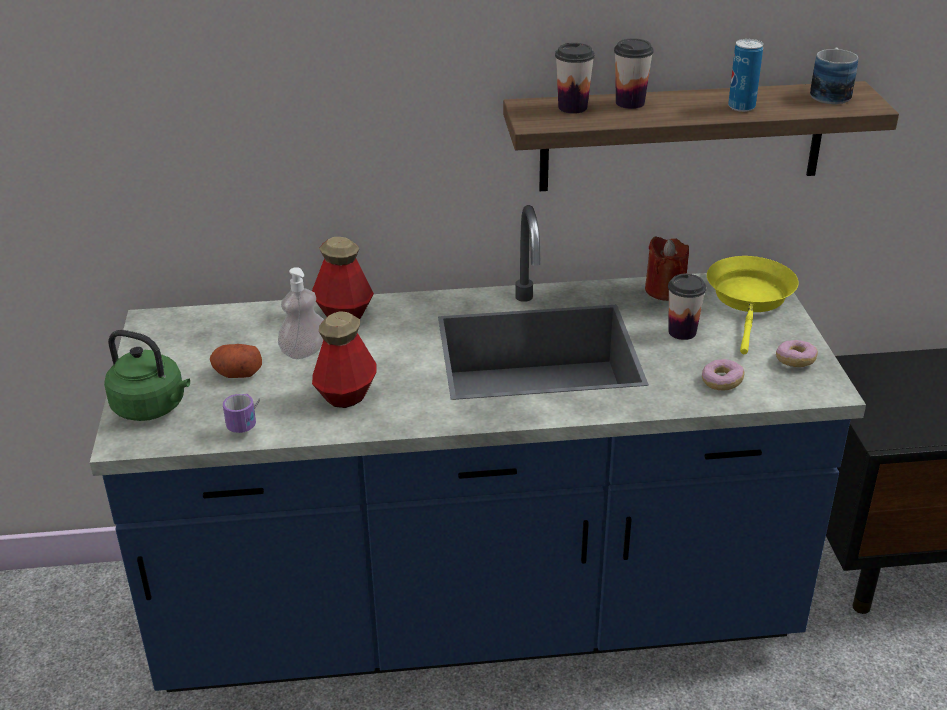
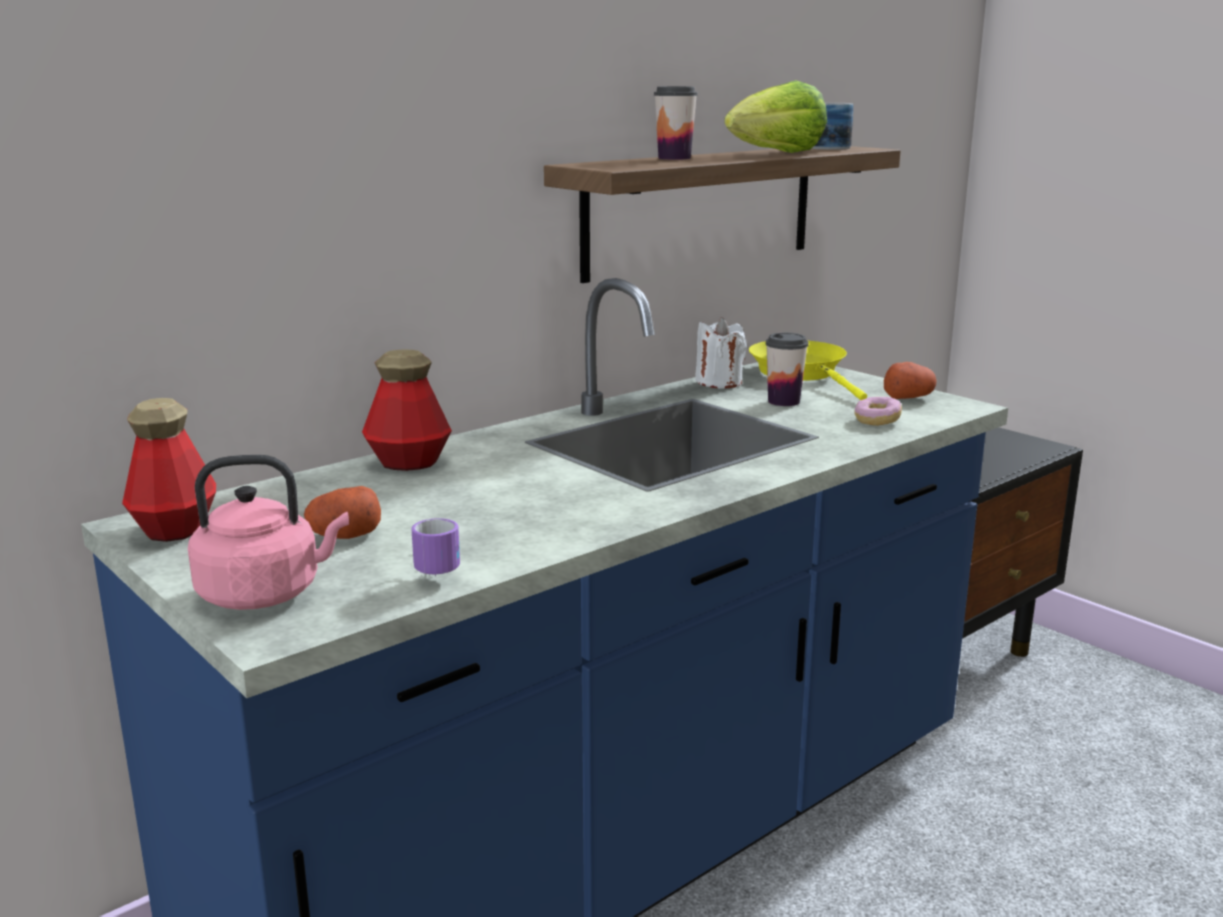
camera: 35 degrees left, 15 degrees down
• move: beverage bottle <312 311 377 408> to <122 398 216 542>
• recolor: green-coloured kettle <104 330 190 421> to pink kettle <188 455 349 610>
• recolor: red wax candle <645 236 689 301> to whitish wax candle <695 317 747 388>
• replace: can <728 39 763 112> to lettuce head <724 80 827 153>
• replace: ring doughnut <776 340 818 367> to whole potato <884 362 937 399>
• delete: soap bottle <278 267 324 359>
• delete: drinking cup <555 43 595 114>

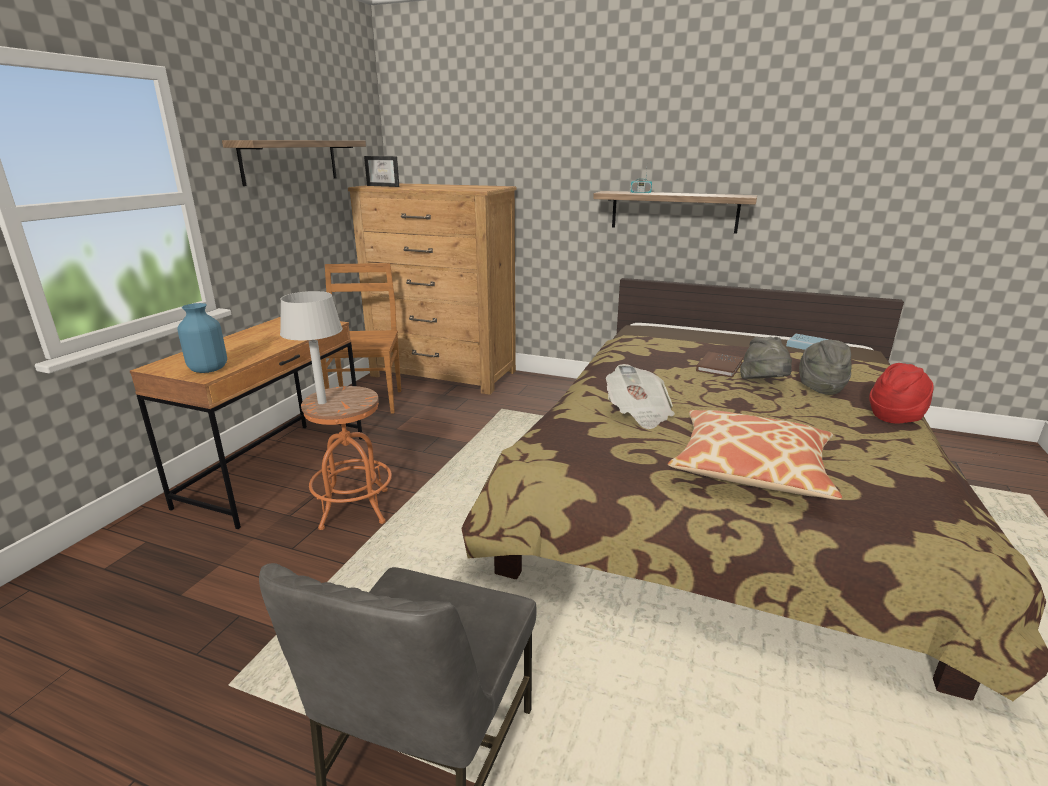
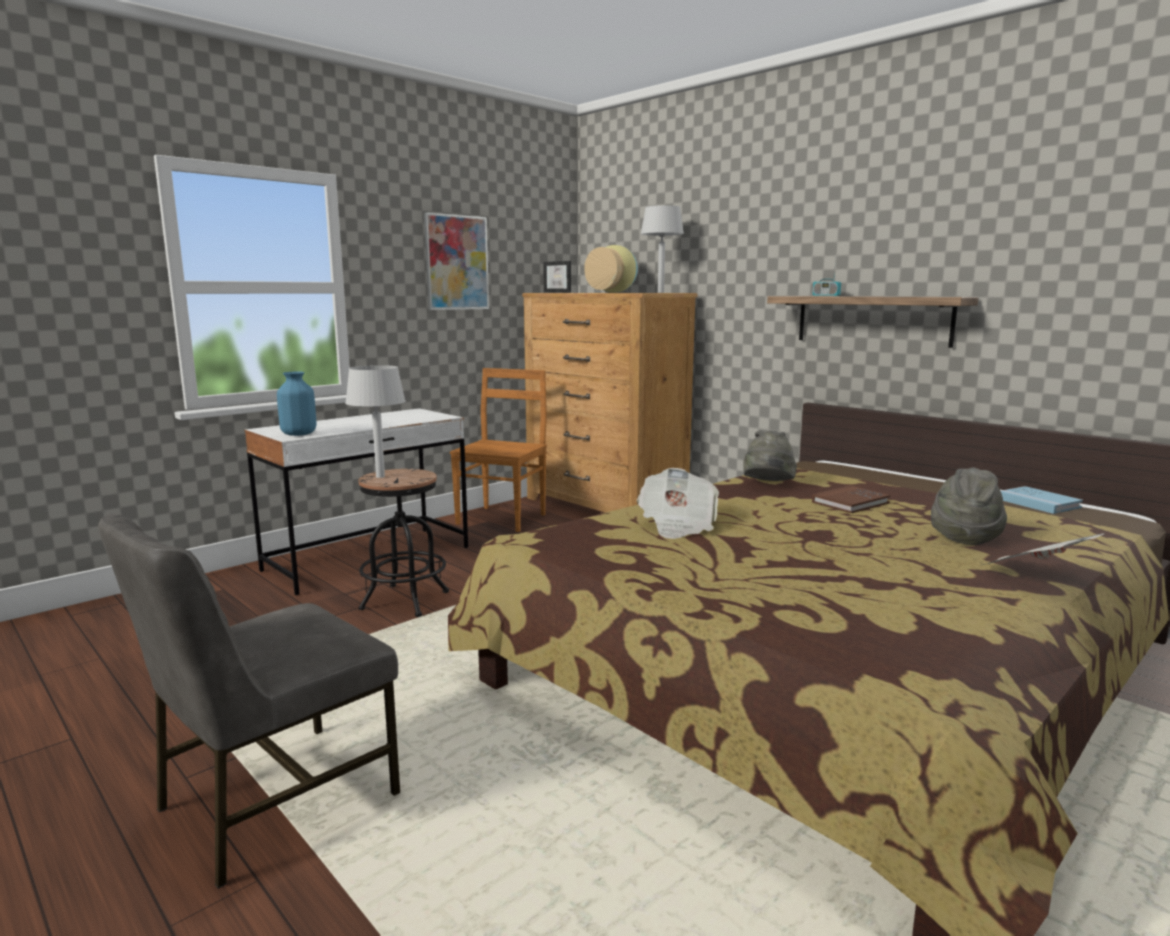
camera: 25 degrees right, 10 degrees down
• recolor: brownish desk <130 317 363 529> to whitish desk <245 408 468 595>
• recolor: orange stool <301 386 392 530> to black stool <358 469 449 617>
• replace: shelf <222 140 366 186> to picture <424 212 489 310>
• insert: flower vase <584 245 638 293>
• insert: grey tabletop lamp <641 205 684 293>
• move: grey hat <740 337 792 379> to <743 431 797 481>
• replace: red hat <869 363 934 424> to newspaper <982 534 1105 565>
• delete: pillow <668 410 842 500>

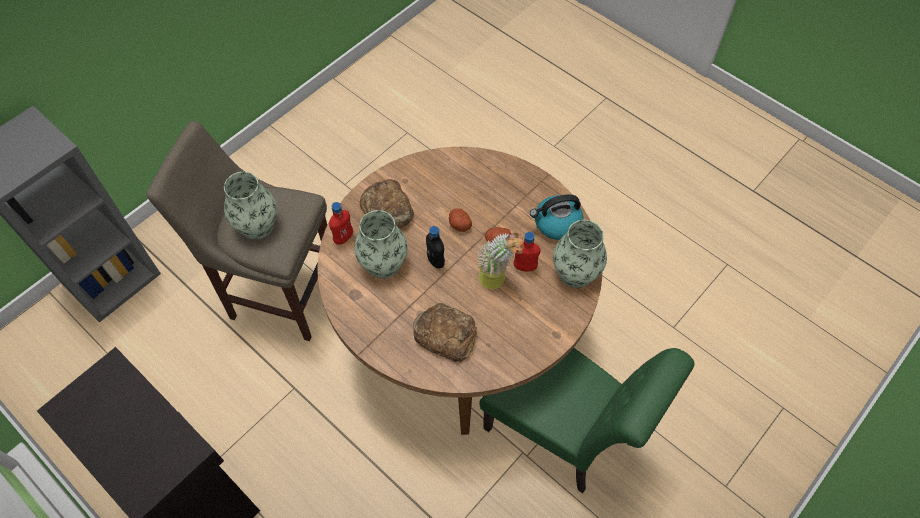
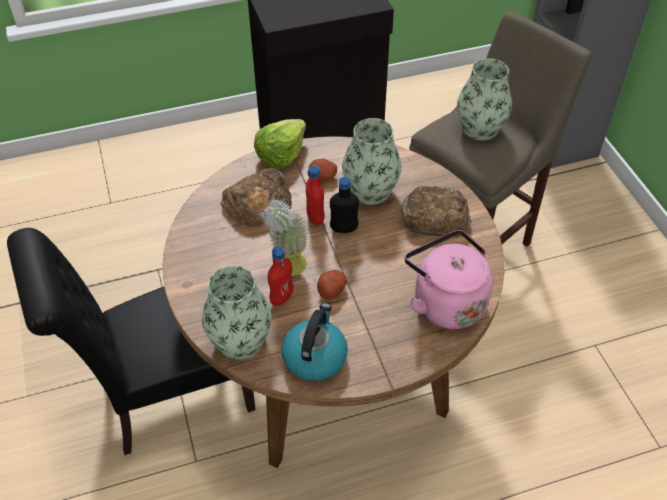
camera: 120 degrees right, 10 degrees down
• recolor: green-coloured plain chair <479 348 694 494> to black plain chair <7 228 255 455>
• insert: lettuce head <254 119 306 168>
• move: red beverage bottle <329 202 353 245> to <306 166 325 225>
• move: whole potato <449 208 472 232> to <308 159 337 181>
• insert: pink kettle <405 230 493 329>

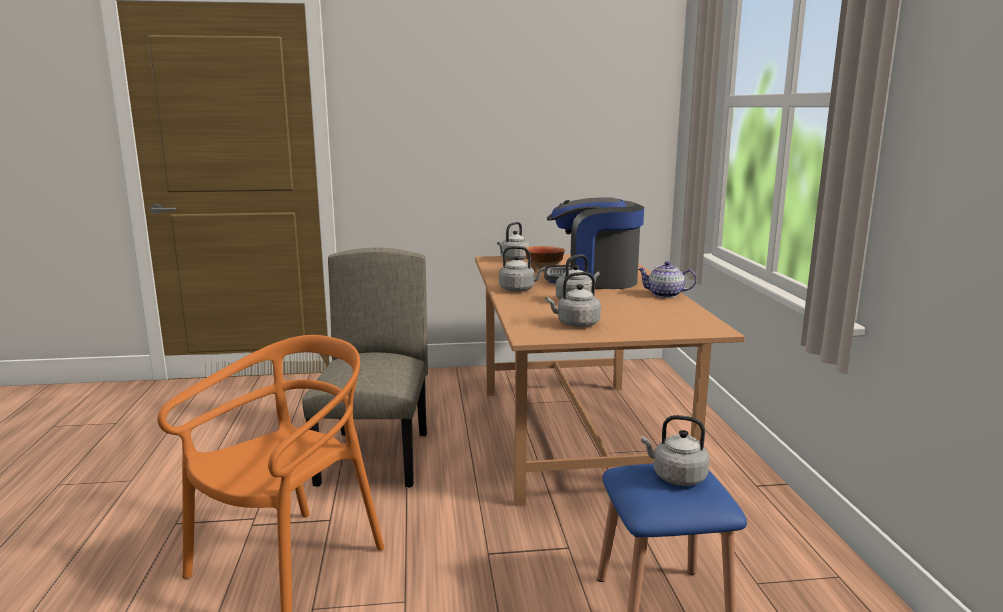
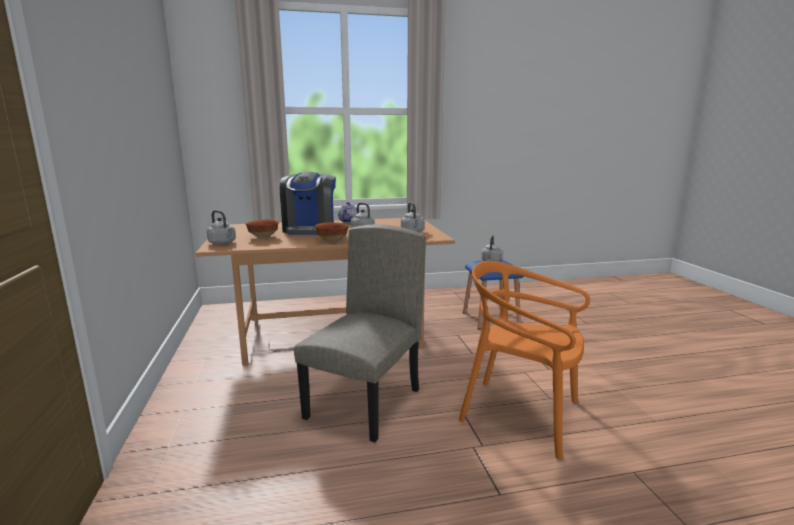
camera: 95 degrees left, 0 degrees up
• rotate: beige-coloured plain chair <302 247 428 488> = <294 224 426 442> 120 degrees clockwise
• replace: grey kettle <499 246 545 292> to serving bowl <315 222 349 242>

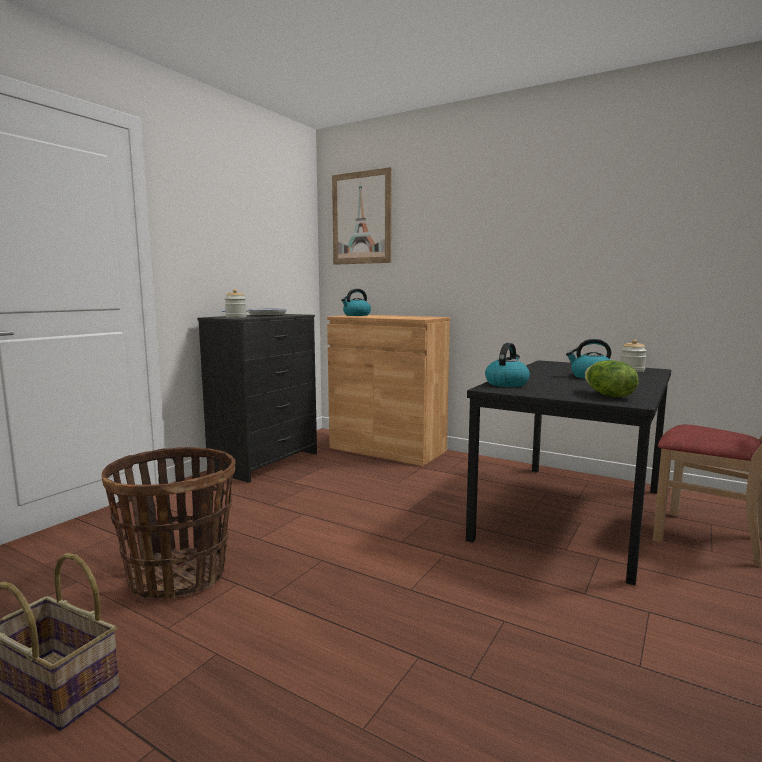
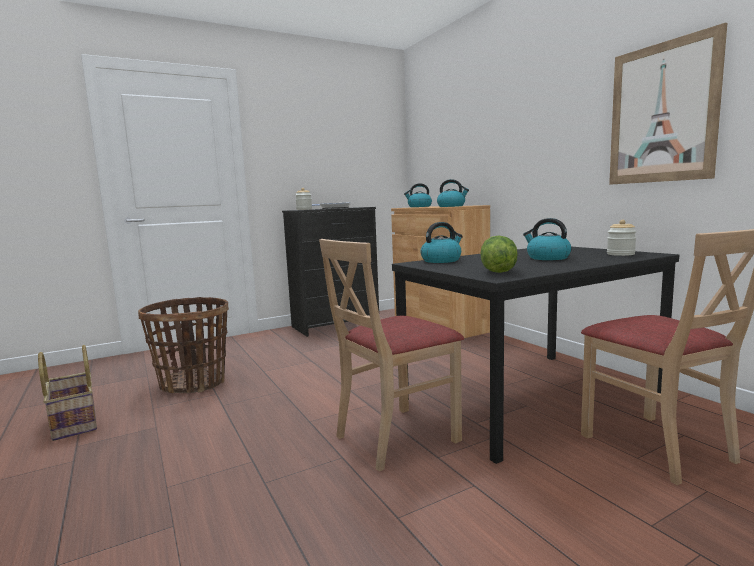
camera: 30 degrees right, 0 degrees up
• insert: beige-coloured plain chair <319 239 464 471>
• insert: kettle <437 179 469 207>
• move: picture <332 167 392 265> to <609 23 727 185>

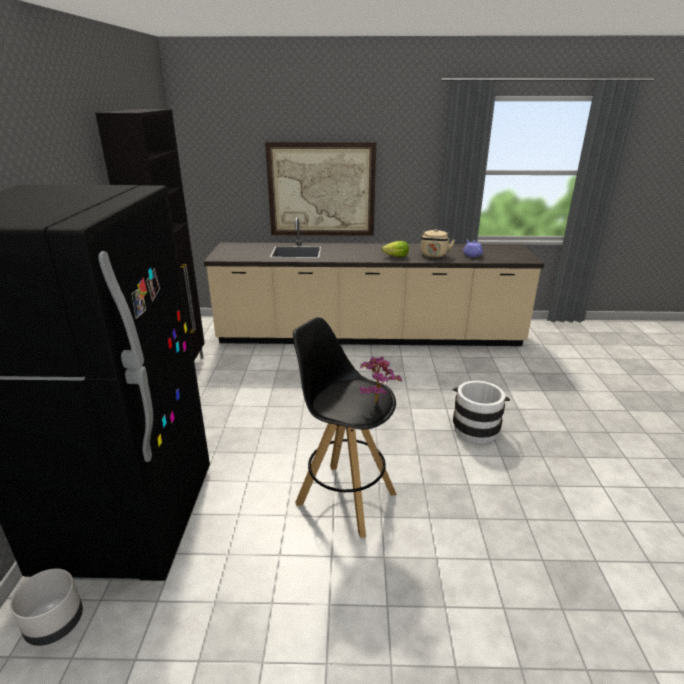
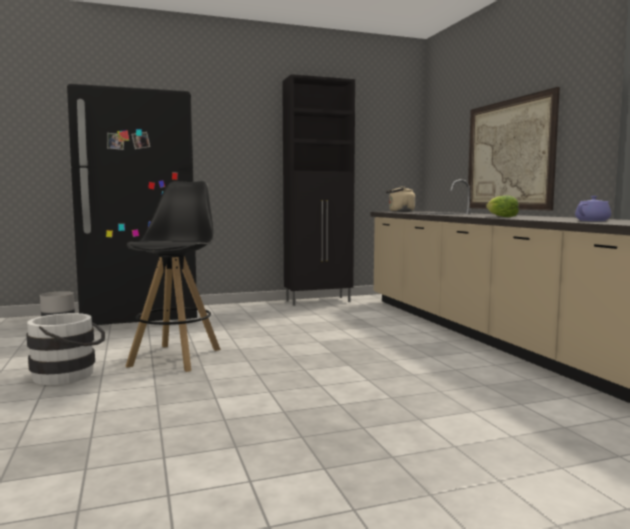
camera: 70 degrees right, 20 degrees down
• move: whitish water bucket <453 381 510 444> to <27 313 105 385>
• move: beige-coloured kettle <421 229 455 258> to <386 186 415 212>
• delete: plant in a pot <359 356 402 402>

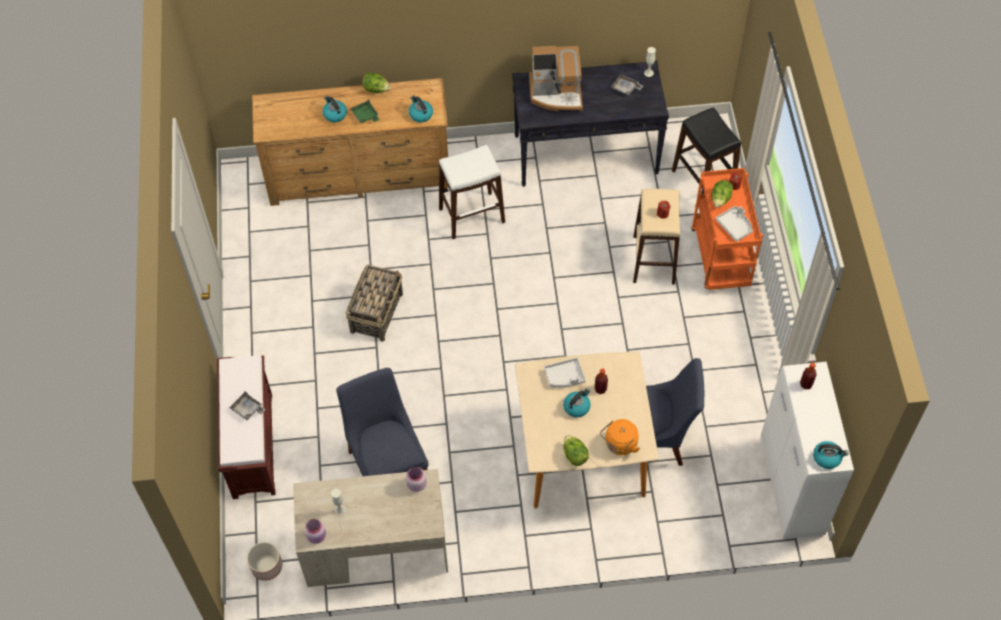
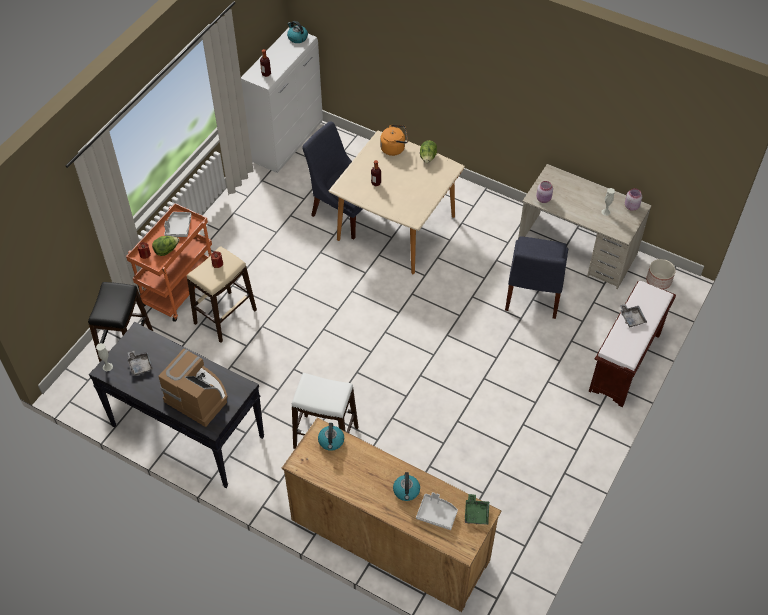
camera: 145 degrees left, 5 degrees down
• move: grey carrying tray <544 358 586 388> to <416 492 458 530>
• move: green-coloured carrying tray <350 99 380 123> to <465 494 489 525>
• delete: storage basket <346 264 403 342>
• delete: lettuce head <362 72 391 93>
• delete: kettle <563 388 591 417>

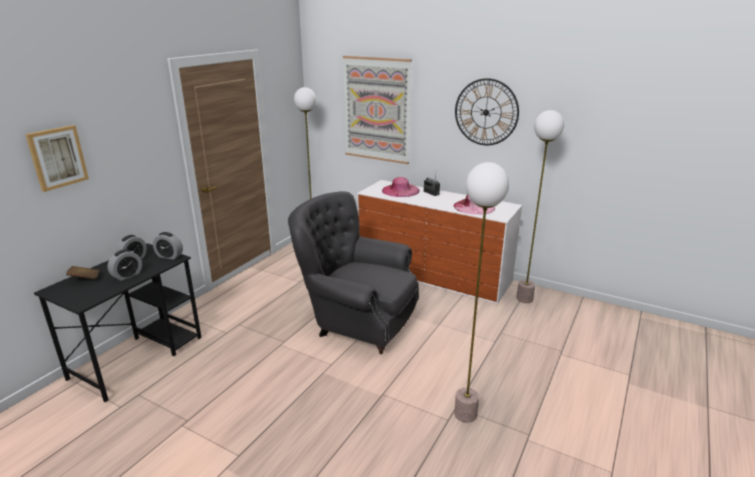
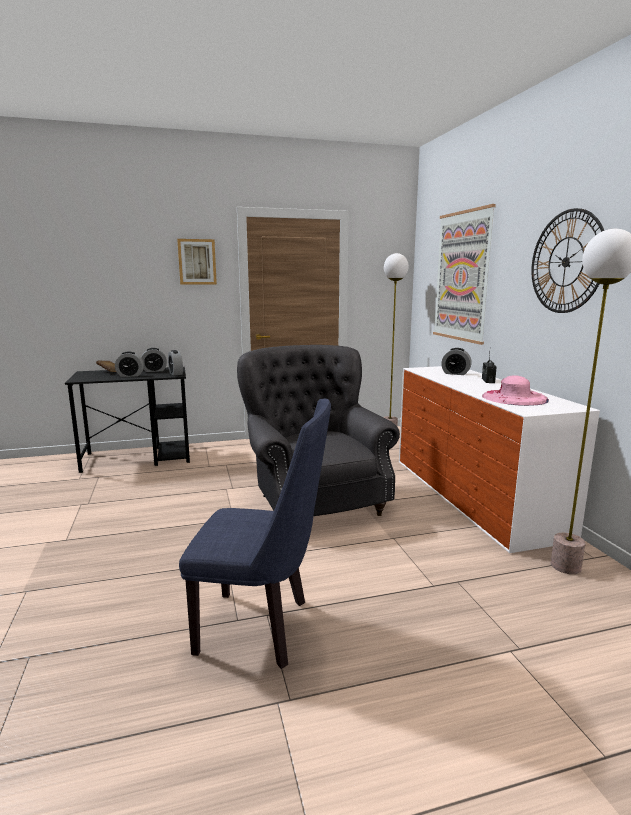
camera: 45 degrees right, 10 degrees down
• move: picture <25 125 89 192> to <177 239 217 285>
• replace: standing lamp <454 162 509 423> to bluish plain chair <179 398 331 669>
• replace: pink hat <382 177 420 197> to alarm clock <441 348 472 375>

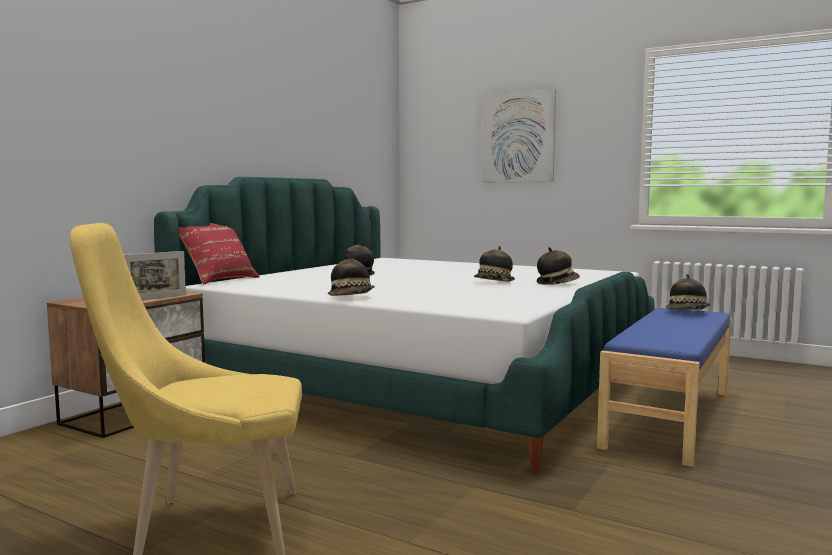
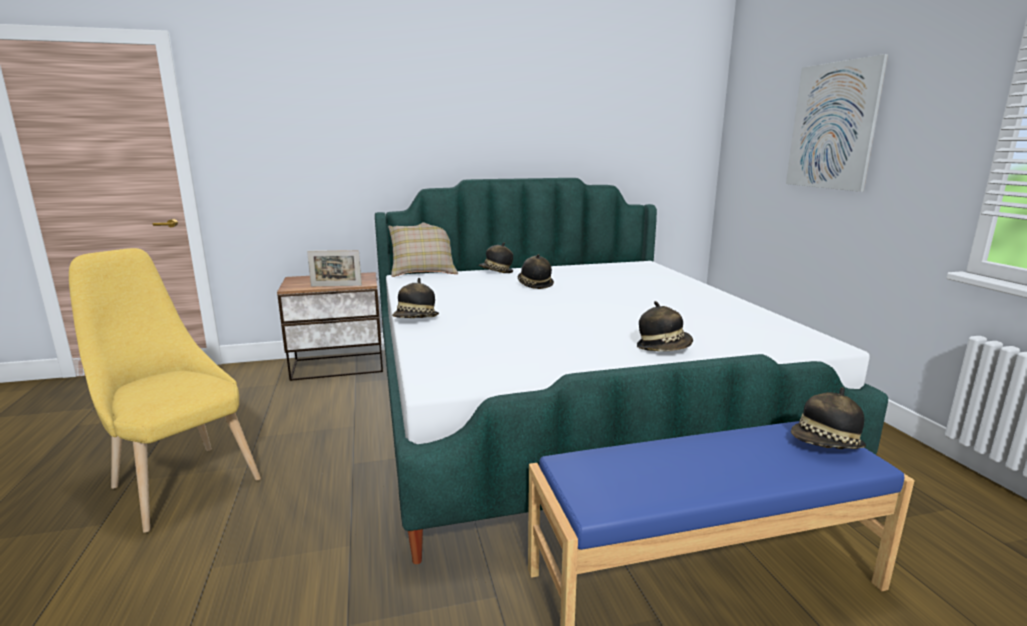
camera: 45 degrees right, 10 degrees up
• recolor: red pillow <179 223 260 285> to beige-coloured pillow <388 222 458 277>
• move: hat <473 246 515 282> to <479 242 513 273>

